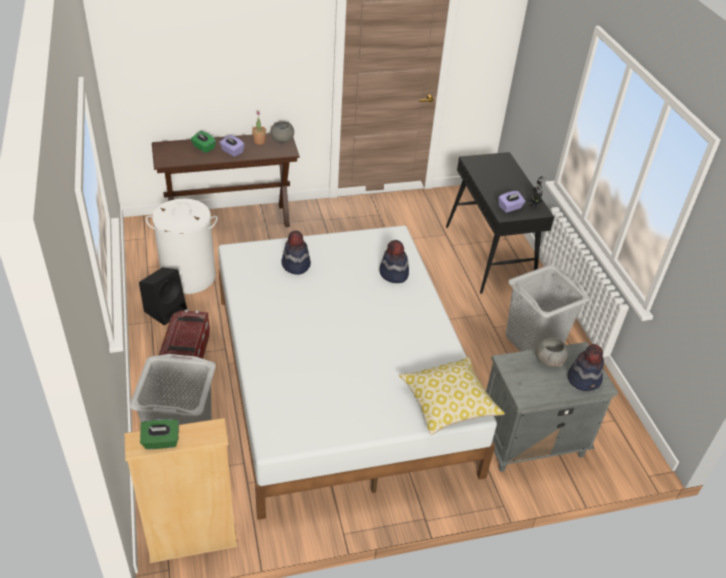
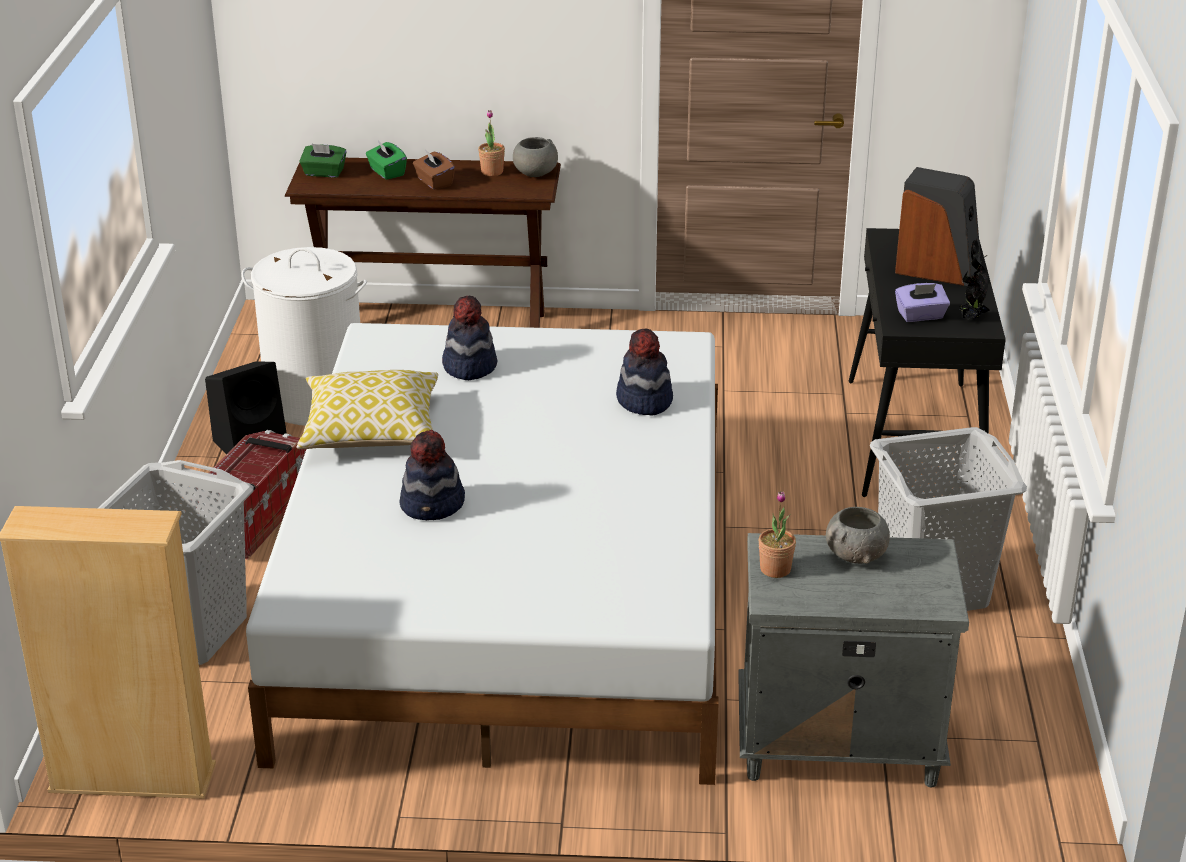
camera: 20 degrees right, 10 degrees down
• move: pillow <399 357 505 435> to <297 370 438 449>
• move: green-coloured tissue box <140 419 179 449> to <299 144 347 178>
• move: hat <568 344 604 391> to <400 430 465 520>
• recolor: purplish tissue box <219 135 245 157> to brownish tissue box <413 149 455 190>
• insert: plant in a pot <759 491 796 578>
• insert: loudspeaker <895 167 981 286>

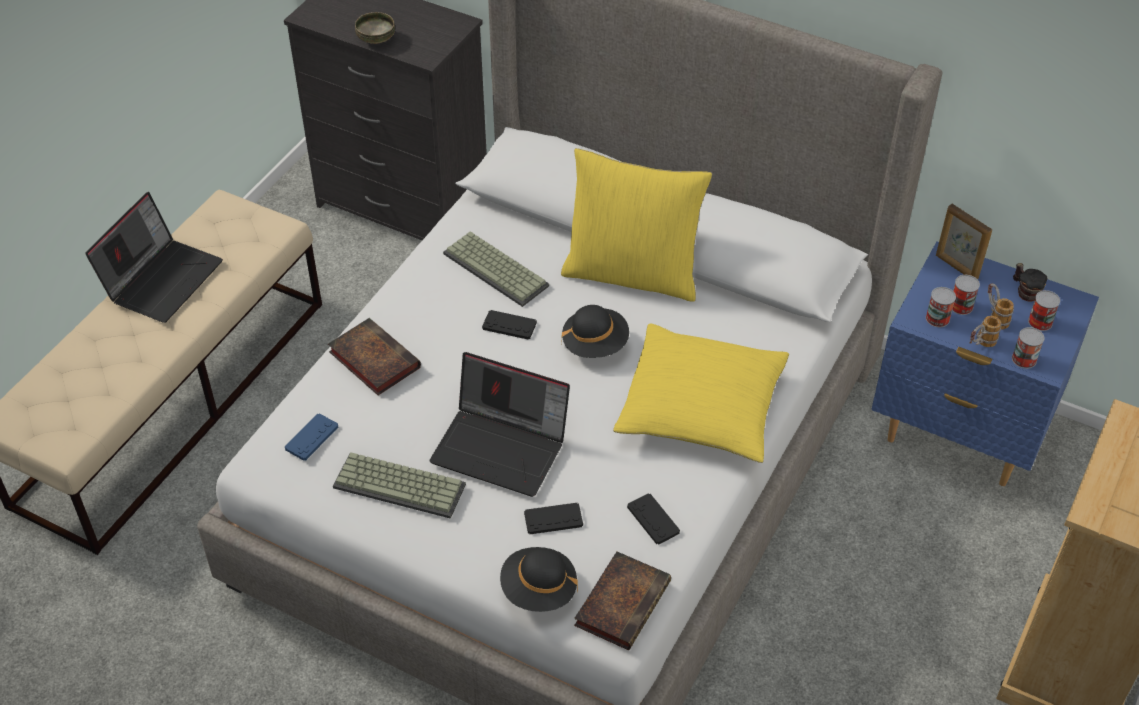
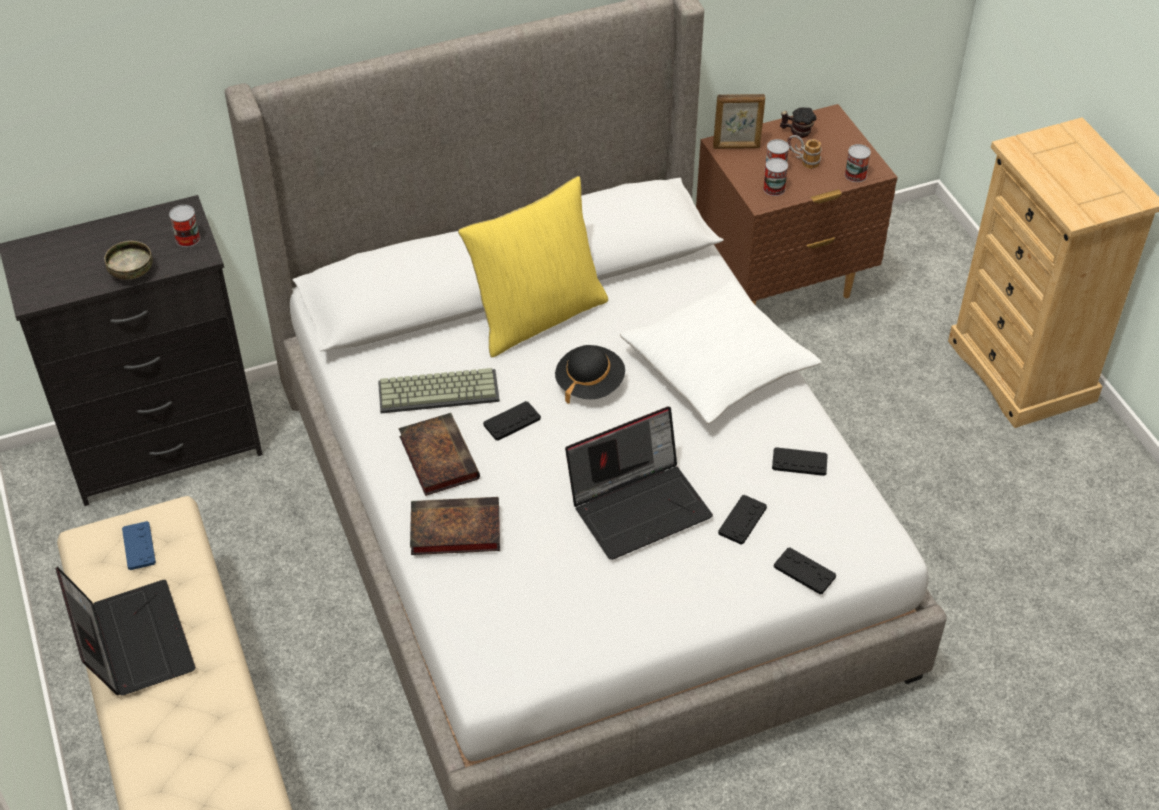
camera: 50 degrees left, 0 degrees up
• move: bluish game controller <285 413 338 461> to <122 521 156 570>
• move: can <1028 290 1060 331> to <169 205 200 247>
• move: volume <574 552 671 650> to <398 413 480 496>
• recolor: yellow-coloured pillow <613 324 789 463> to whitish pillow <620 280 822 424>
• recolor: bluish bedside table <871 242 1099 486> to brownish bedside table <696 104 898 305>
• replace: black hat <500 547 578 612> to black game controller <774 548 836 594>
• delete: computer keyboard <333 452 466 519>
• delete: mug <970 316 1001 347>

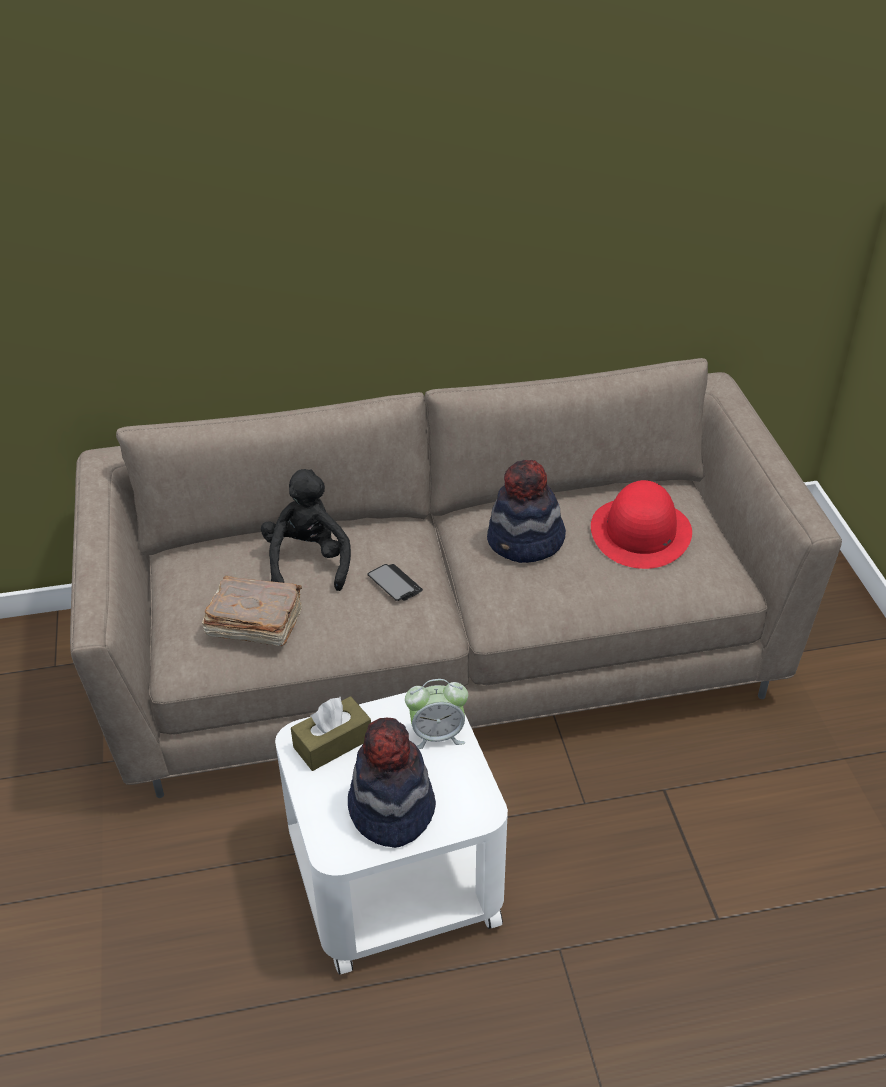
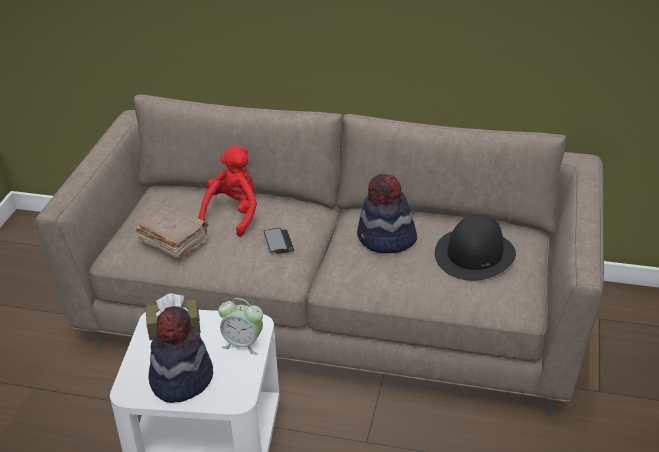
camera: 25 degrees right, 5 degrees down
• recolor: black cuddly toy <261 469 351 591> to red cuddly toy <198 146 257 237>
• recolor: red hat <591 480 692 569> to black hat <435 214 516 281>

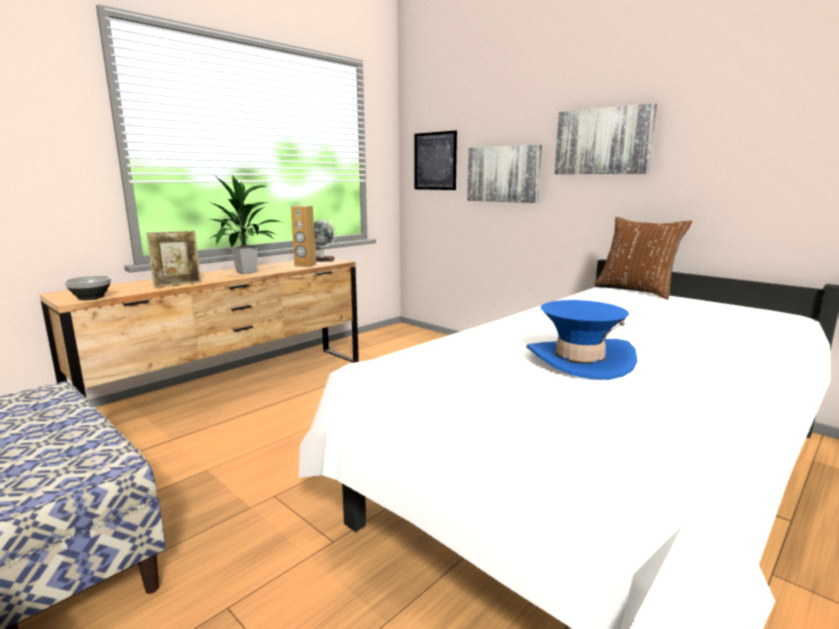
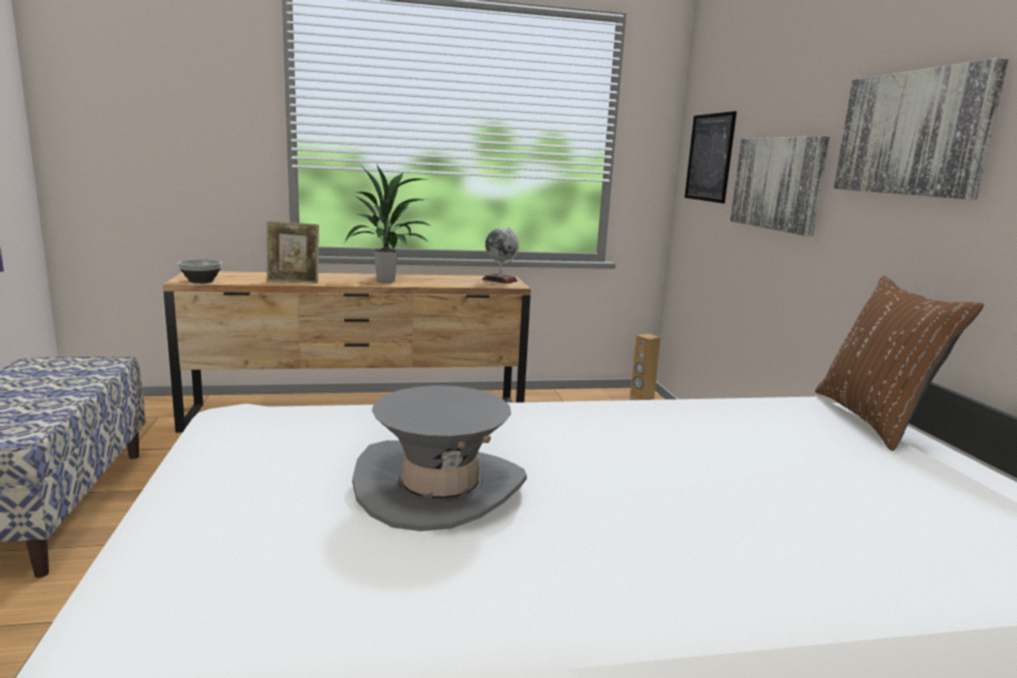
camera: 35 degrees right, 0 degrees up
• recolor: bluish hat <526 300 637 380> to grey hat <352 385 527 531>
• move: brownish loudspeaker <291 206 316 267> to <630 333 661 400>

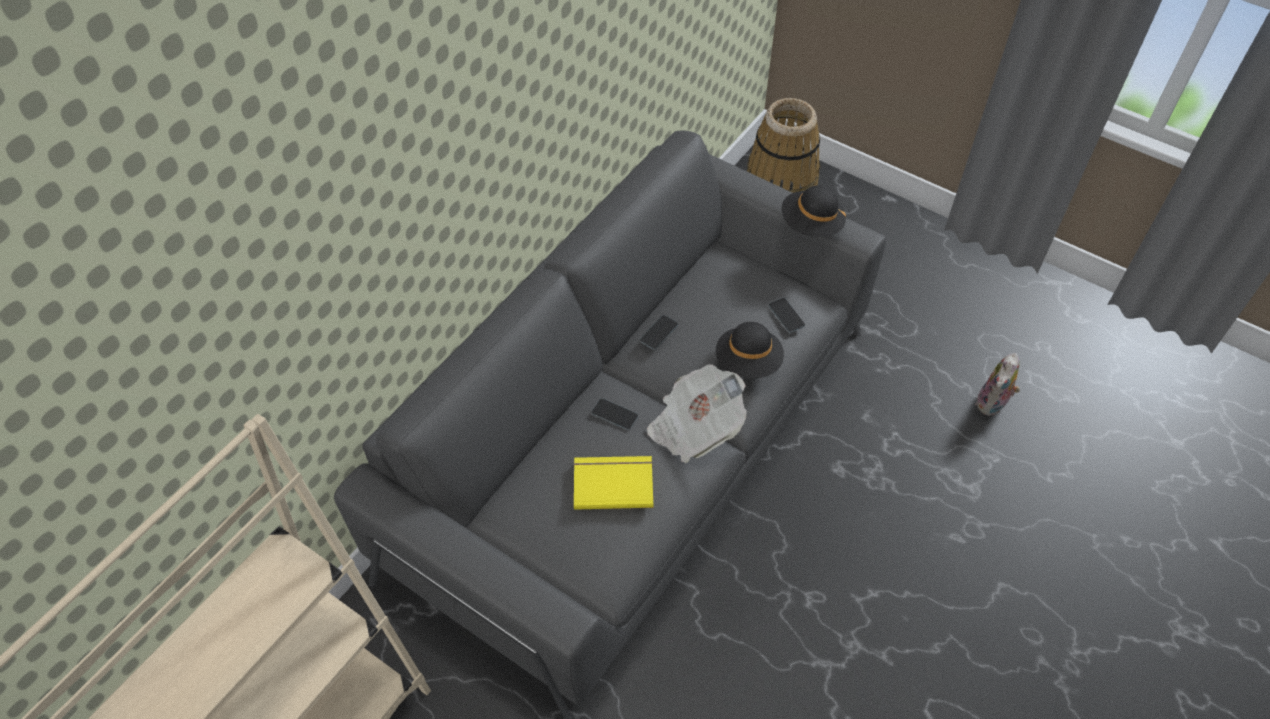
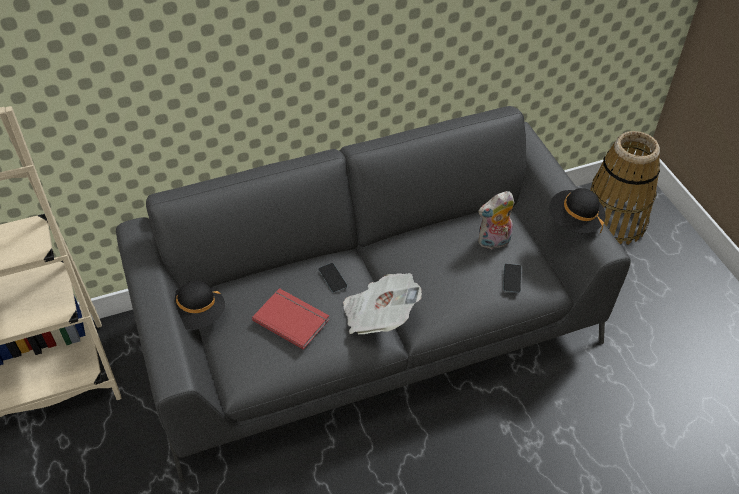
camera: 35 degrees right, 5 degrees down
• move: black hat <716 322 784 378> to <175 280 225 330>
• recolor: yellow-coloured volume <574 456 653 510> to red volume <252 288 330 350>
• move: cuddly toy <975 353 1020 416> to <478 191 515 249>
• delete: telephone <640 315 678 350>

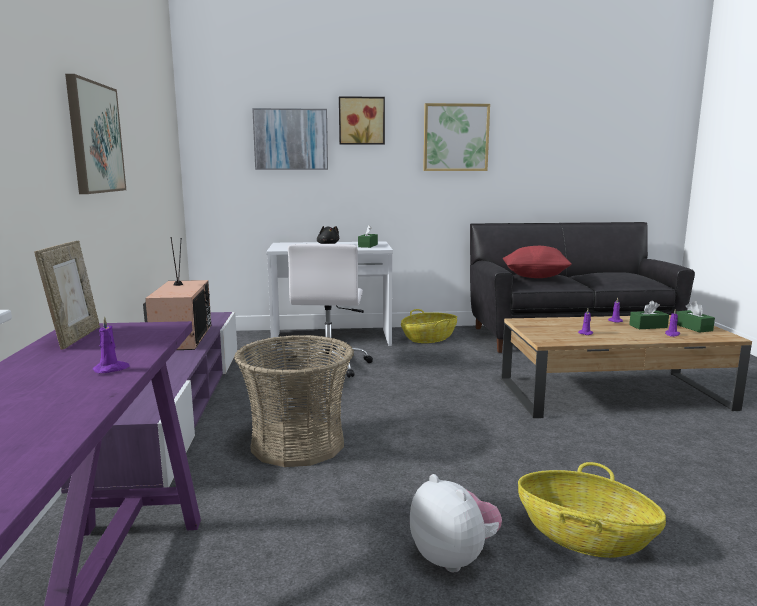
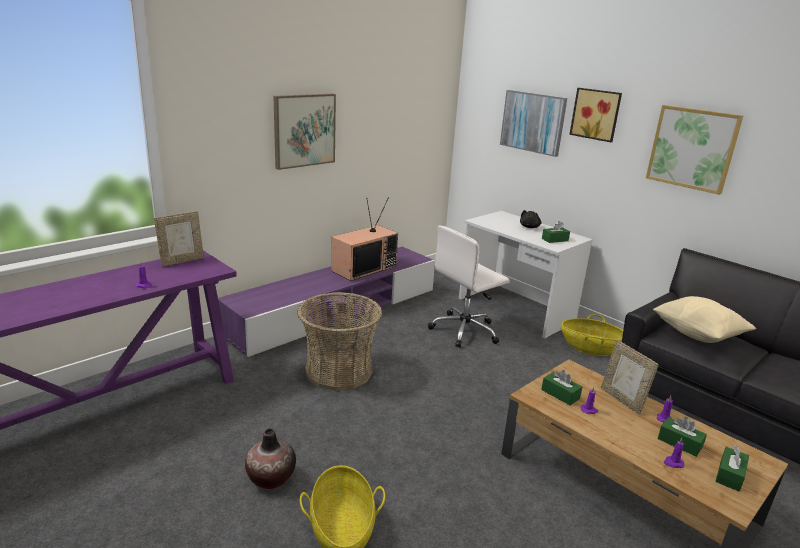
camera: 50 degrees right, 10 degrees up
• replace: cuddly toy <410 474 502 572> to flower vase <245 428 296 489>
• insert: green-coloured tissue box <541 370 582 405>
• insert: standing frame <601 340 659 415>
• recolor: red pillow <503 246 572 278> to beige-coloured pillow <653 296 756 343>

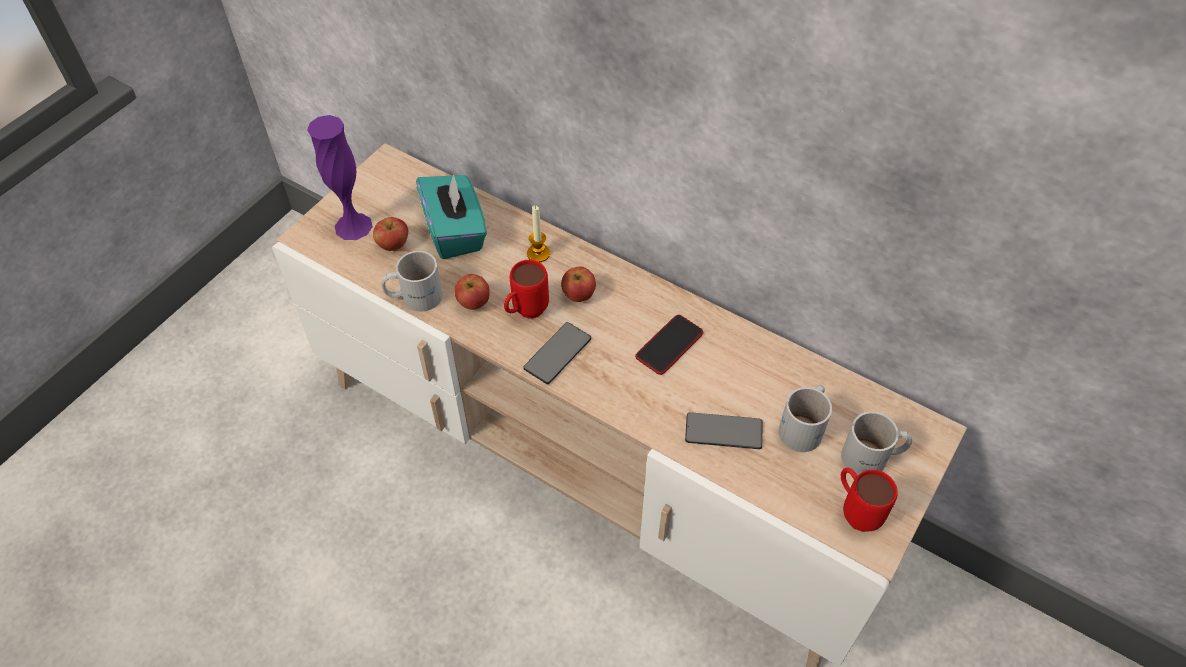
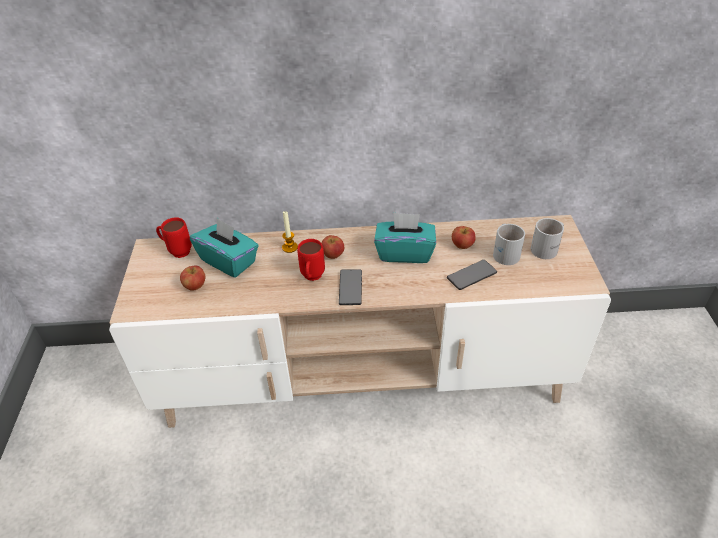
camera: 35 degrees left, 10 degrees down
• move: red mug <841 468 898 532> to <156 217 192 258>
• replace: telephone <635 315 703 375> to turquoise tissue box <374 212 436 263>
• move: apple fruit <454 274 490 310> to <452 226 476 249>
• delete: purplish flower vase <307 115 373 240>
• delete: whitish mug <381 251 443 312>

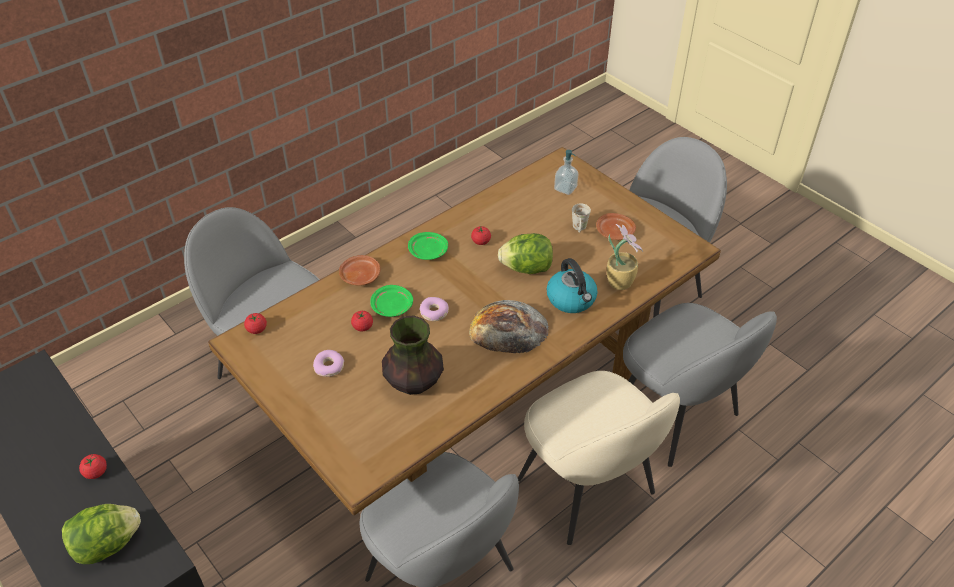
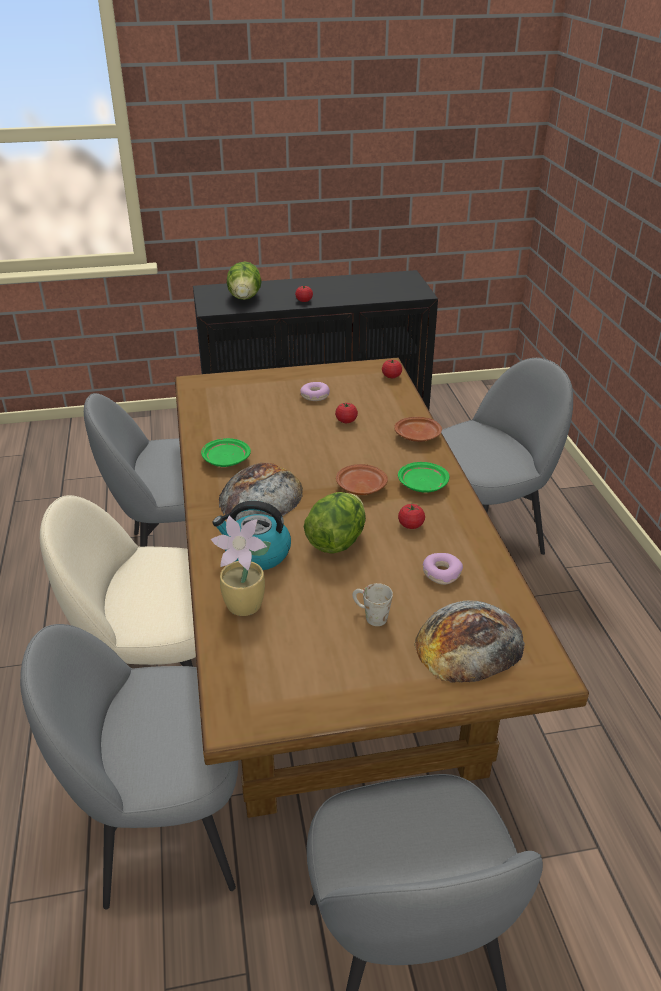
camera: 120 degrees right, 10 degrees down
• move: green-coloured flat dish <370 285 413 317> to <201 438 251 467>
• move: brownish flat dish <596 213 636 240> to <336 464 388 495>
• replace: soap bottle <554 150 579 195> to bread <414 601 525 683>
• move: ring doughnut <419 297 449 321> to <423 553 463 585>
• delete: flower vase <382 316 444 395>

